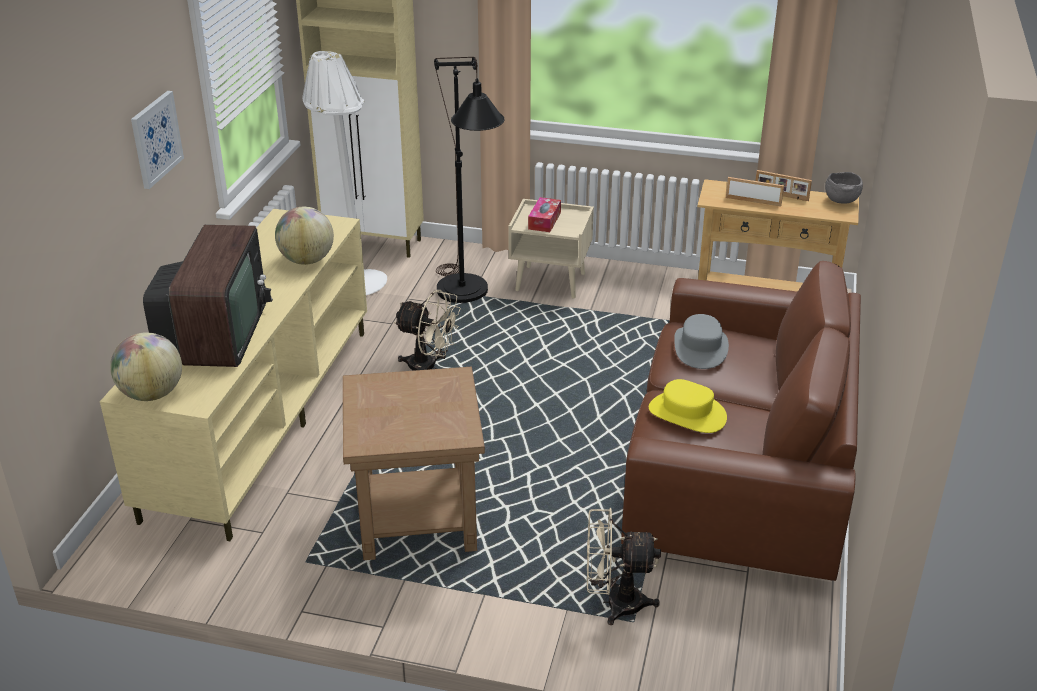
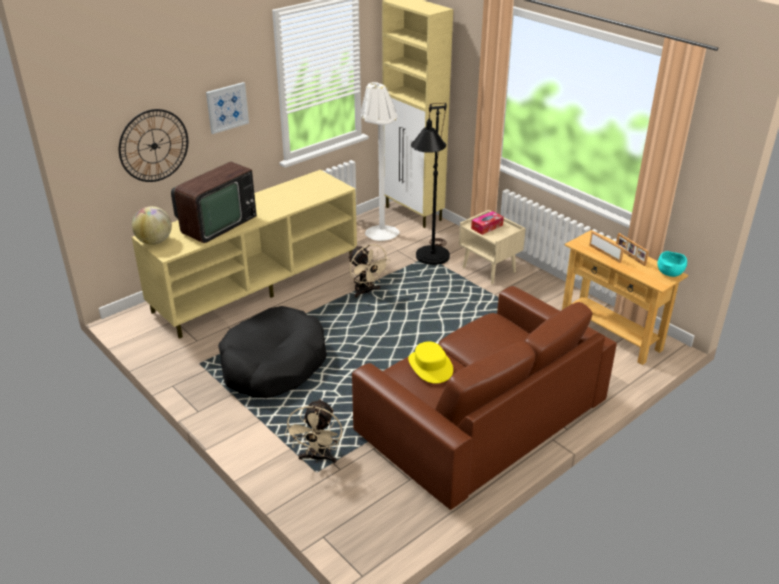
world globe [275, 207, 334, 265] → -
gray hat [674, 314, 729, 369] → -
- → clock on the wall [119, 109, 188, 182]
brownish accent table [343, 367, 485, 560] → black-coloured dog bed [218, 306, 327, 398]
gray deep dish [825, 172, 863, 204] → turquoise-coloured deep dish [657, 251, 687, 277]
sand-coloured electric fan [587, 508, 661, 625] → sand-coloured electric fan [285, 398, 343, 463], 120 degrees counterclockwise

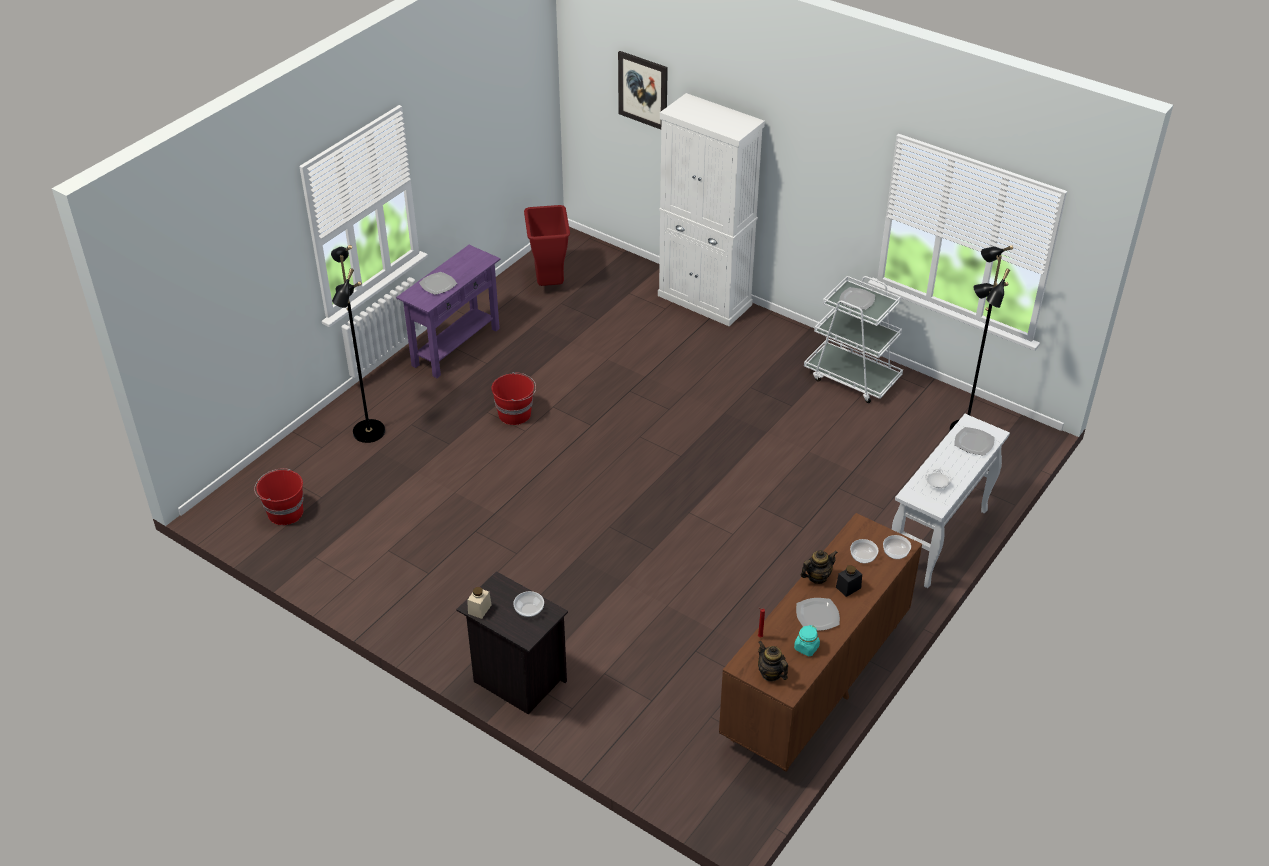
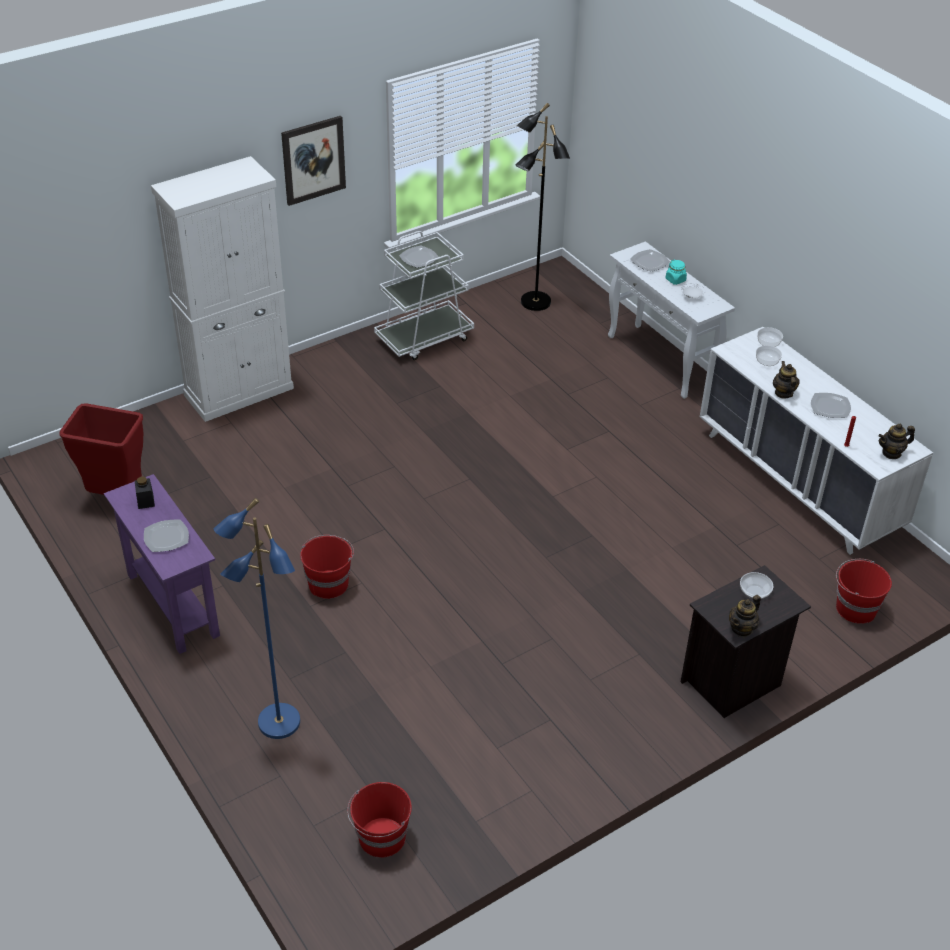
- → red-coloured bucket [836, 559, 892, 624]
wall picture [618, 51, 668, 130] → wall picture [281, 116, 346, 206], relocated
turquoise-coloured preserve jar [794, 625, 820, 656] → turquoise-coloured preserve jar [666, 260, 687, 285], relocated
black-coloured preserve jar [836, 565, 862, 597] → black-coloured preserve jar [135, 476, 155, 509], relocated
sand-coloured preserve jar [467, 587, 491, 619] → teapot [729, 595, 761, 637]
black-coloured standing lamp [331, 245, 385, 443] → bluish standing lamp [214, 498, 300, 739]
brownish dresser [719, 513, 922, 772] → whitish dresser [700, 327, 933, 555]

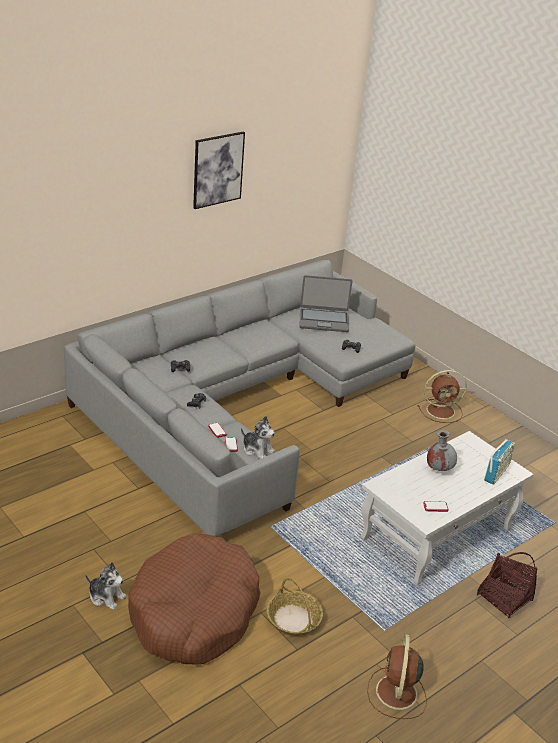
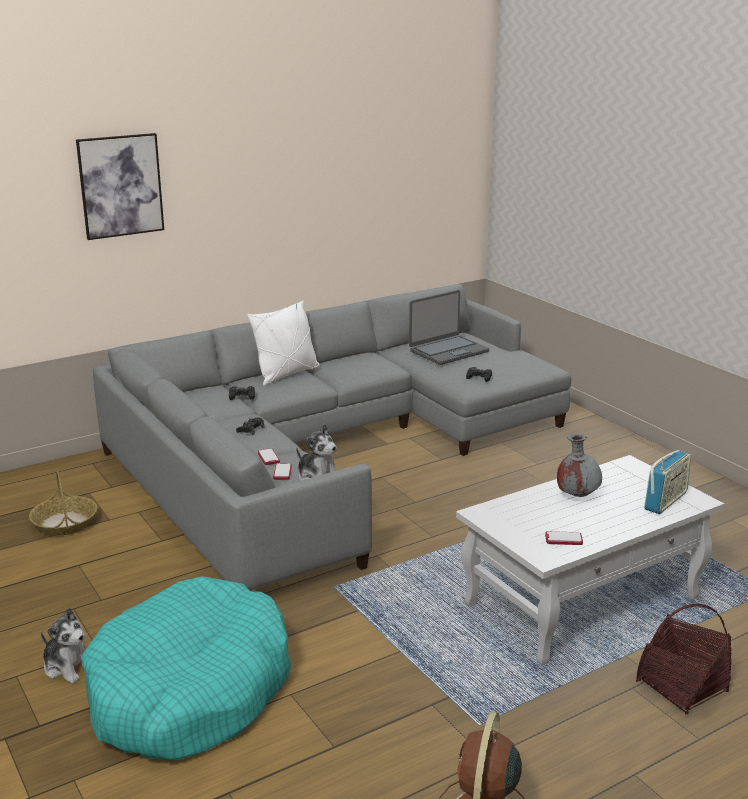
brownish electric fan [418, 370, 467, 423] → -
- → whitish throw pillow [247, 301, 319, 386]
wall picture [193, 132, 245, 209] → wall picture [76, 133, 164, 240], relocated
basket [267, 578, 323, 636] → basket [29, 470, 97, 536], relocated
brownish dog bed [128, 533, 261, 665] → turquoise-coloured dog bed [82, 576, 291, 760]
laptop [299, 275, 353, 332] → laptop [409, 290, 489, 365], 45 degrees counterclockwise

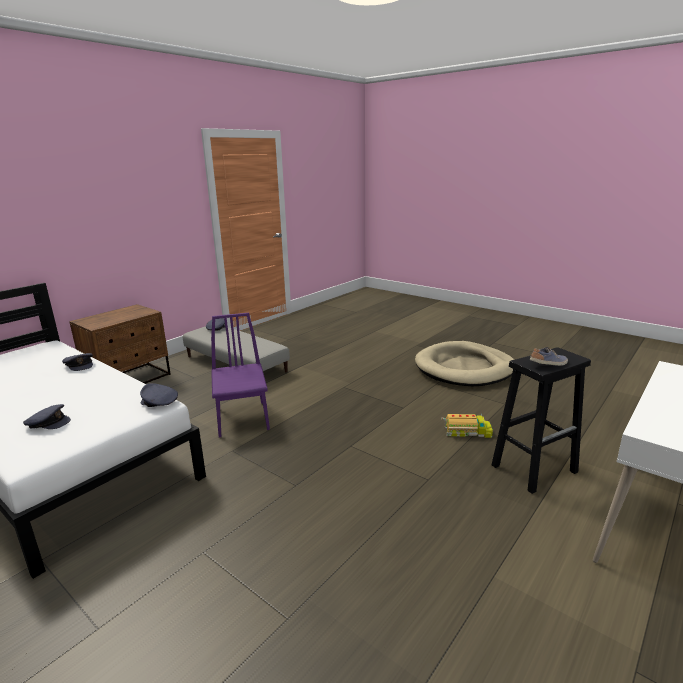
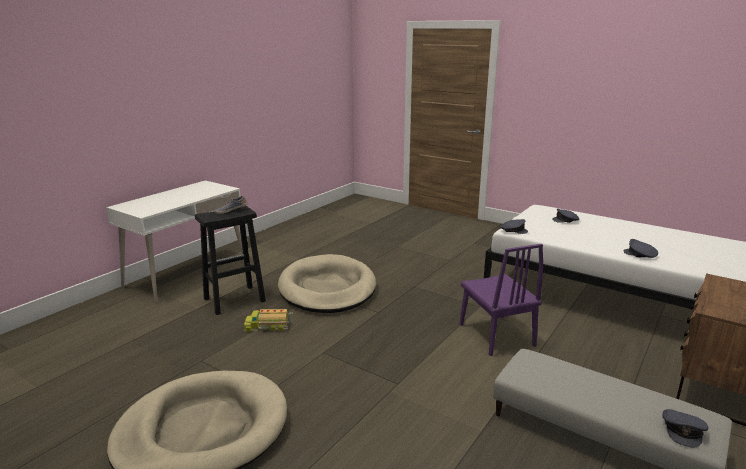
- → sand-coloured dog bed [278, 254, 376, 313]

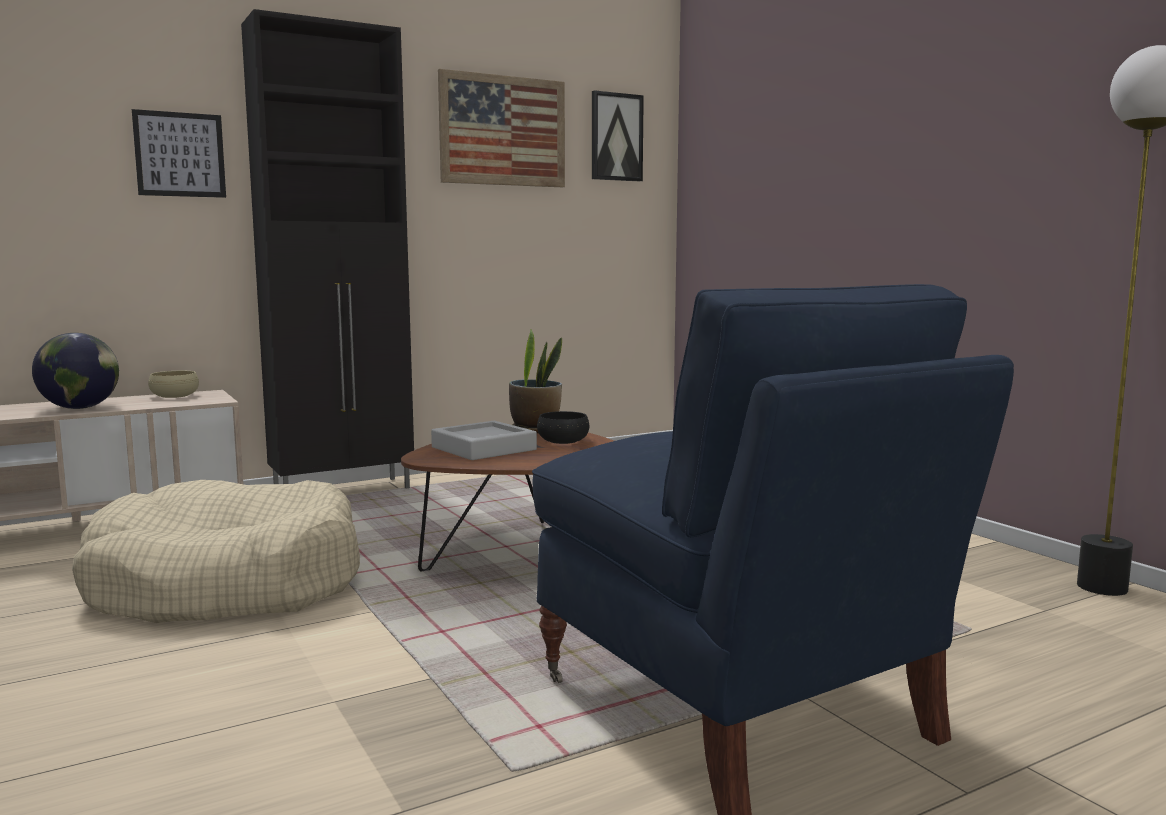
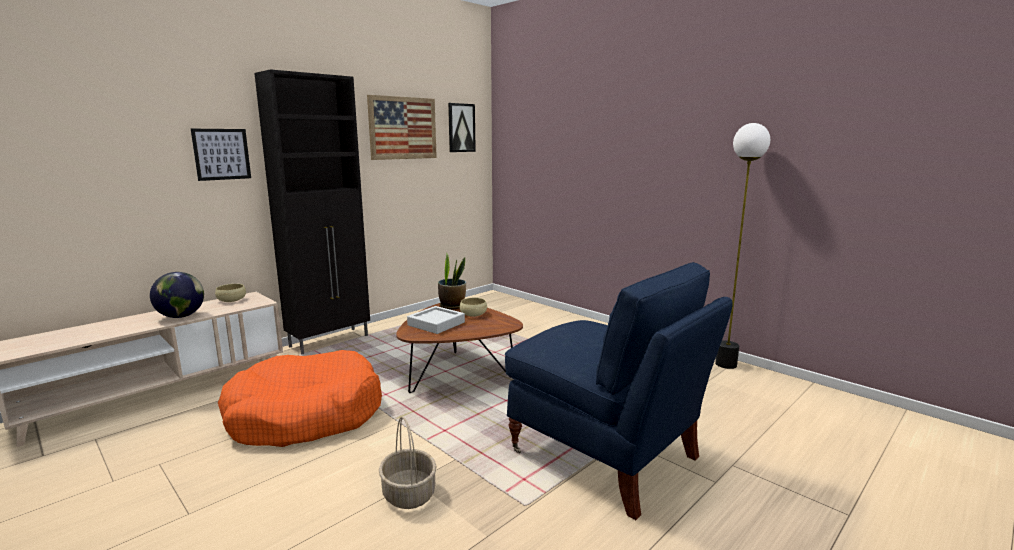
- → basket [379, 417, 437, 509]
sand-coloured dog bed [72, 480, 360, 623] → orange dog bed [218, 350, 382, 447]
black-coloured deep dish [537, 411, 589, 444] → sand-coloured deep dish [460, 298, 487, 317]

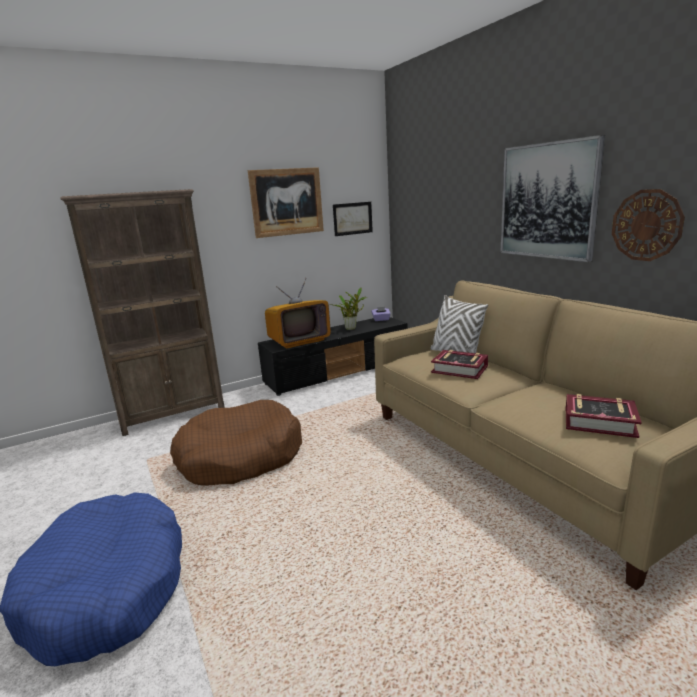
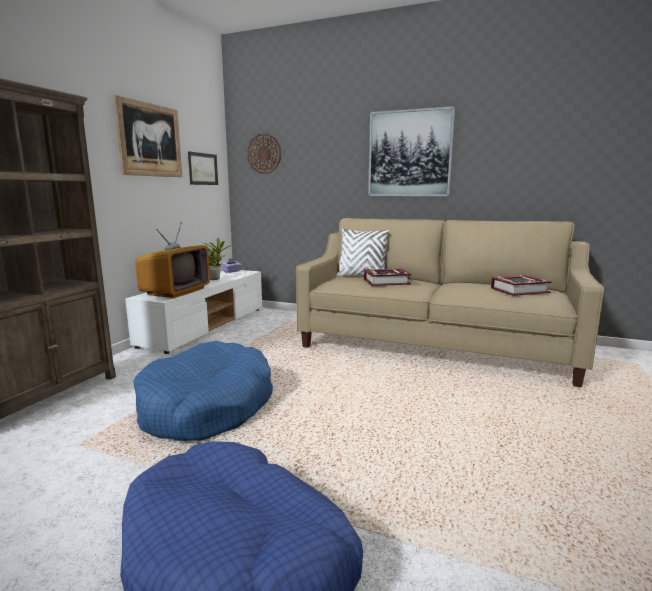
clock on the wall [612, 189, 685, 261] → clock on the wall [247, 134, 281, 174], relocated
brownish dog bed [170, 400, 302, 485] → bluish dog bed [133, 341, 273, 441]
black-coloured tv stand [258, 317, 408, 396] → whitish tv stand [125, 270, 262, 354]

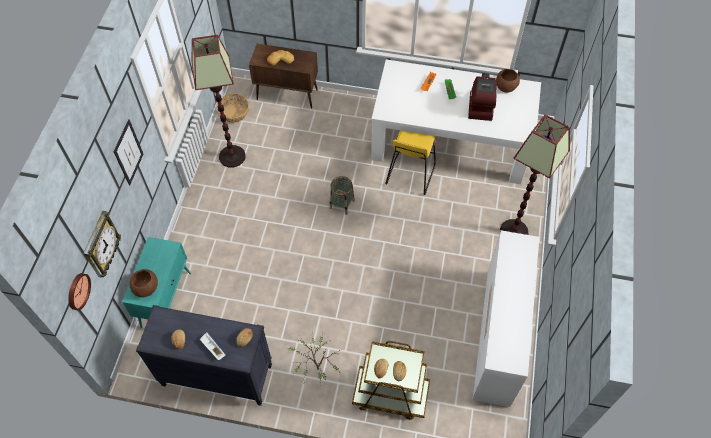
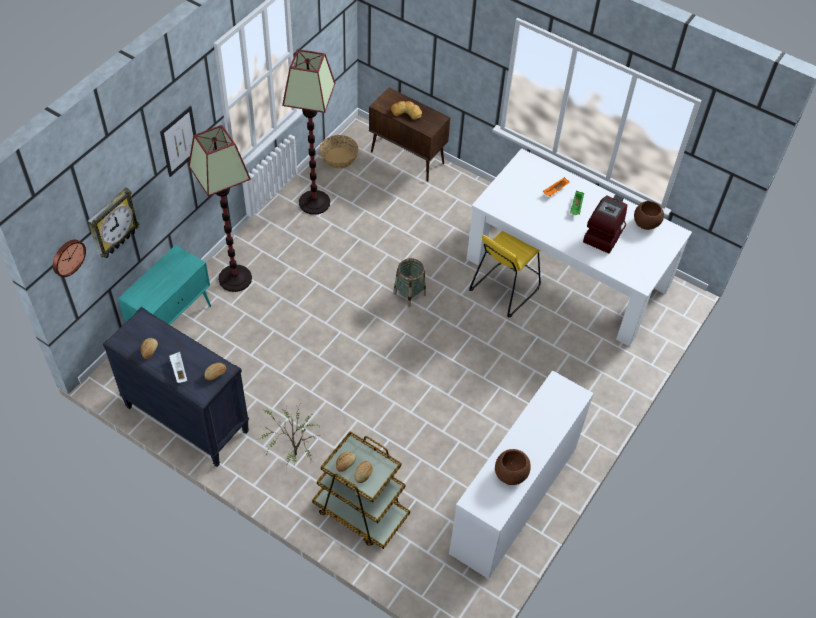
brownish deep dish [130, 269, 158, 297] → brownish deep dish [495, 449, 531, 485], relocated
standing lamp [500, 114, 570, 235] → standing lamp [188, 125, 252, 292], relocated

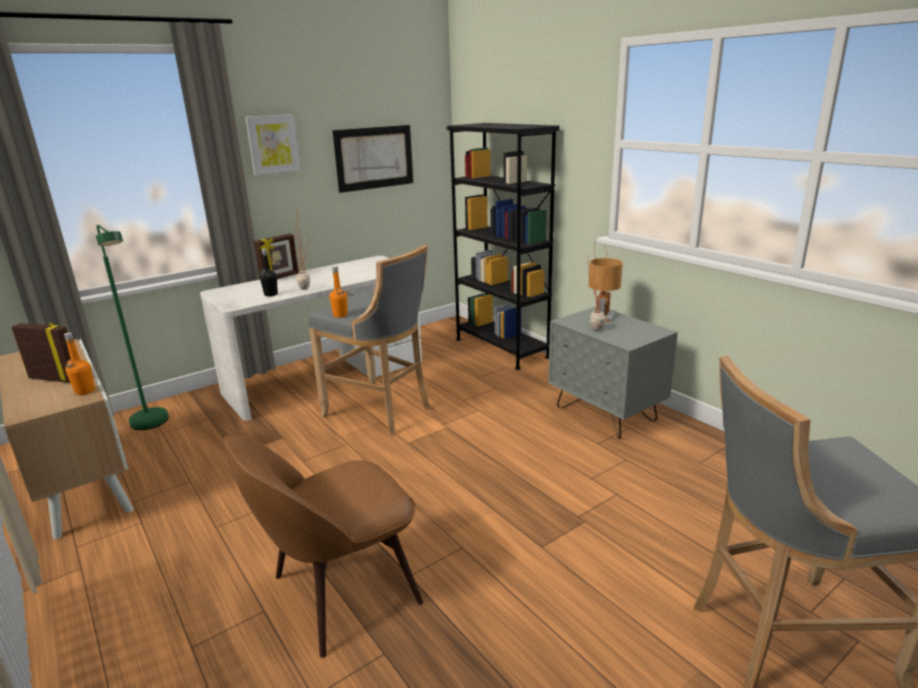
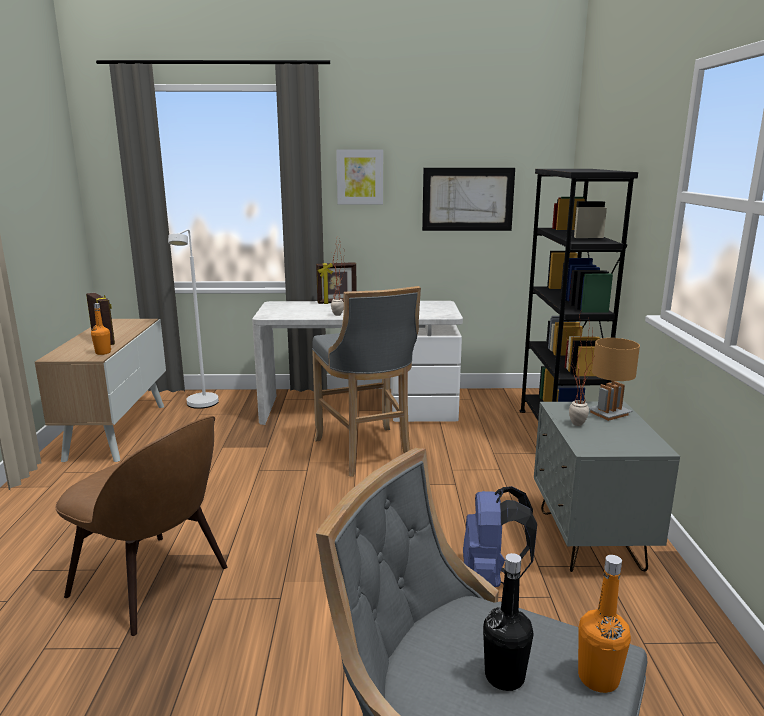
- → bluish rucksack [463, 486, 537, 587]
black-coloured drink bottle [260, 249, 278, 297] → black-coloured drink bottle [483, 553, 533, 691], relocated
orange drink bottle [329, 266, 348, 318] → orange drink bottle [578, 555, 631, 693], relocated
greenish standing lamp [96, 225, 169, 430] → whitish standing lamp [168, 229, 219, 409]
brownish chair [224, 434, 423, 658] → brownish chair [55, 416, 227, 636], 150 degrees counterclockwise

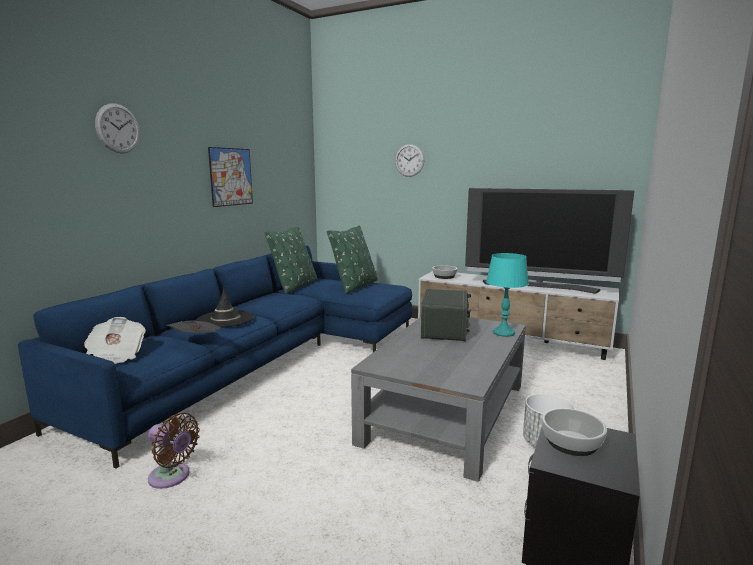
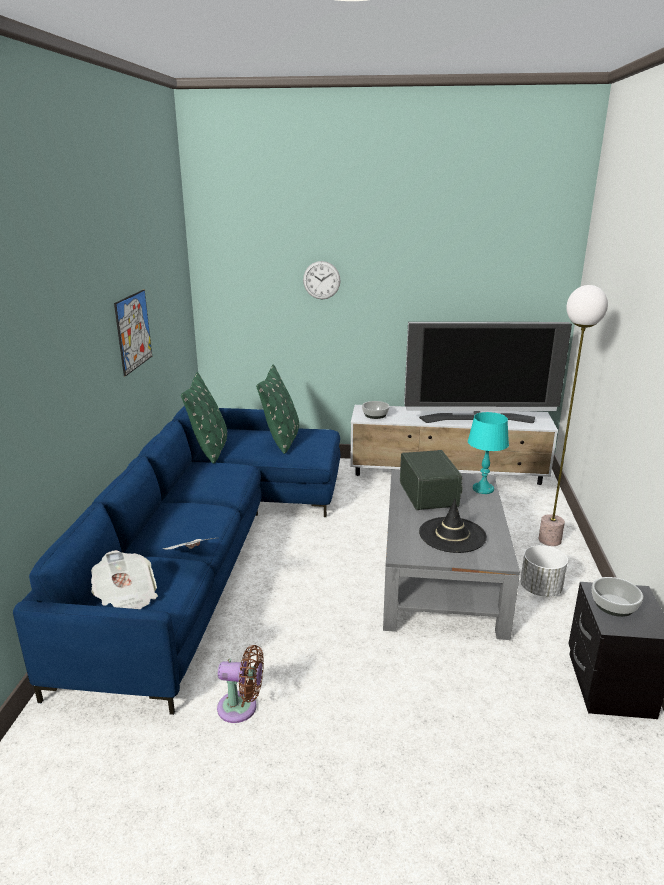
clock on the wall [95, 103, 140, 154] → -
- → standing lamp [539, 285, 608, 546]
black-coloured hat [196, 287, 254, 328] → black-coloured hat [419, 499, 487, 553], relocated

